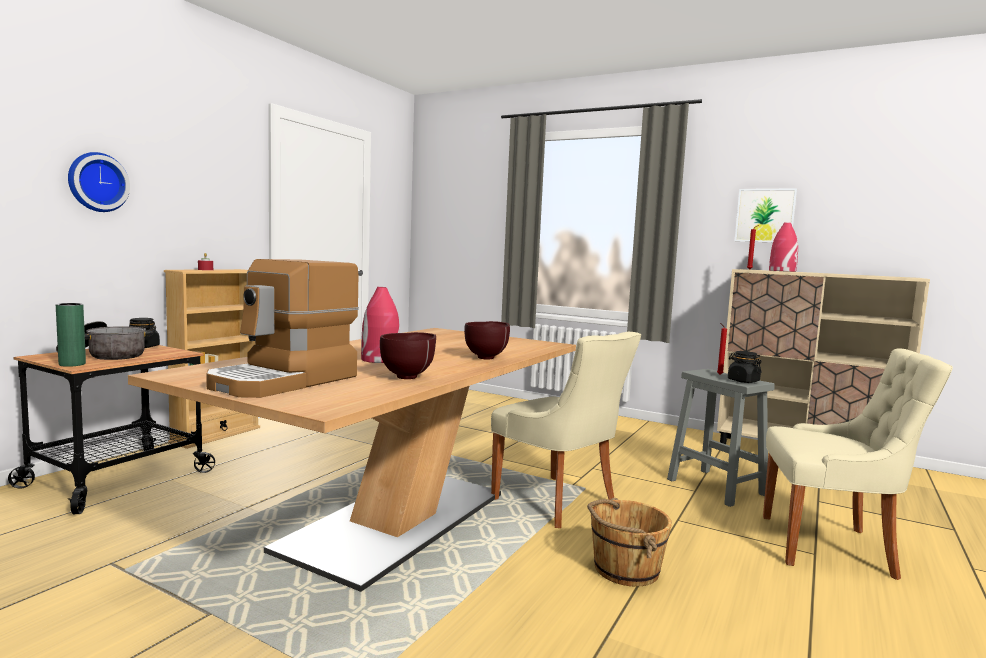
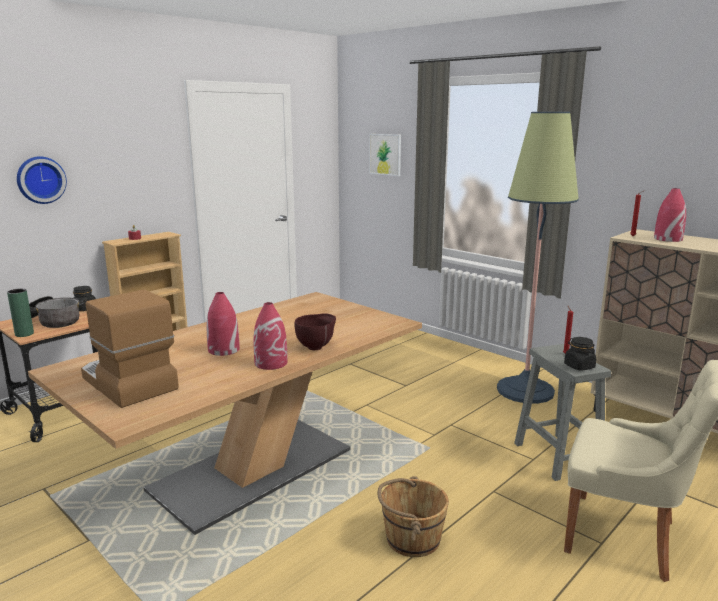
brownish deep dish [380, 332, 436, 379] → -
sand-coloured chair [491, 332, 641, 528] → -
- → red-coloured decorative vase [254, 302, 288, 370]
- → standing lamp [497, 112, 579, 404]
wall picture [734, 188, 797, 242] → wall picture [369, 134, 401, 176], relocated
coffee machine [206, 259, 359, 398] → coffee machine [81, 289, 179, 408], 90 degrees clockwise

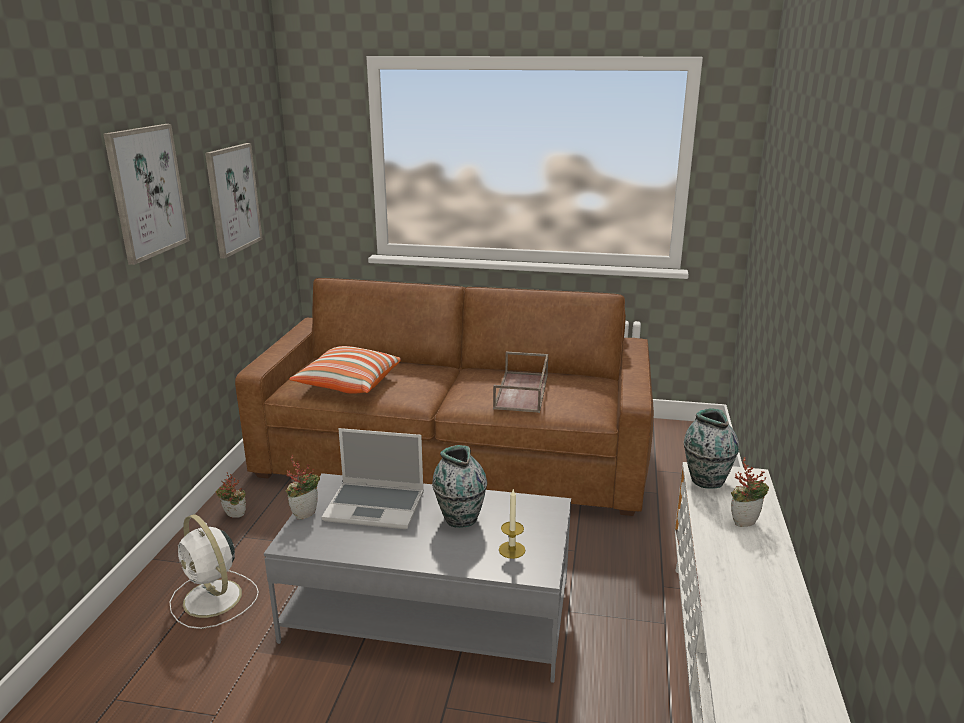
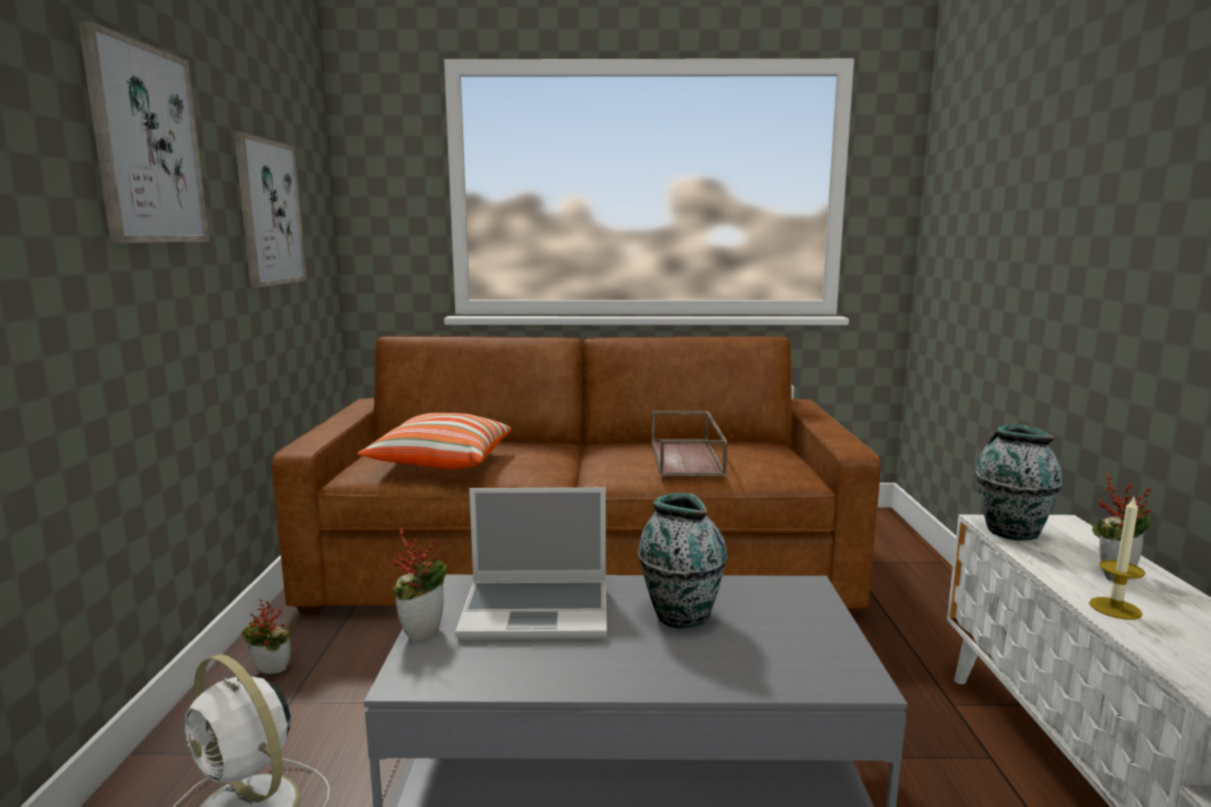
wax light [499, 489, 525, 559] → wax light [1089, 495, 1145, 620], relocated

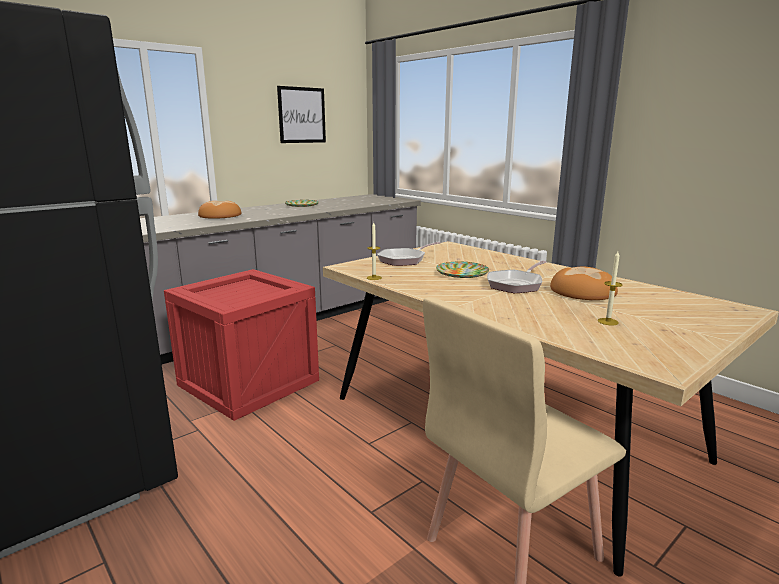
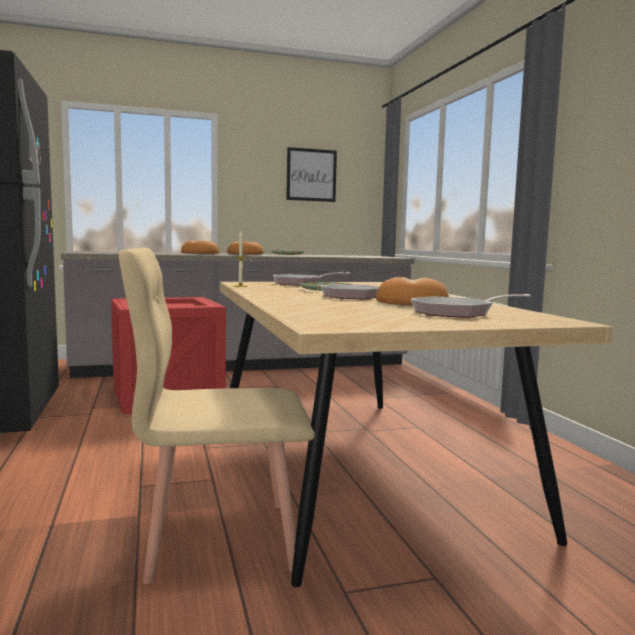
wax light [598, 251, 622, 325] → -
- → baked bread [227, 242, 264, 254]
- → pan [411, 294, 531, 318]

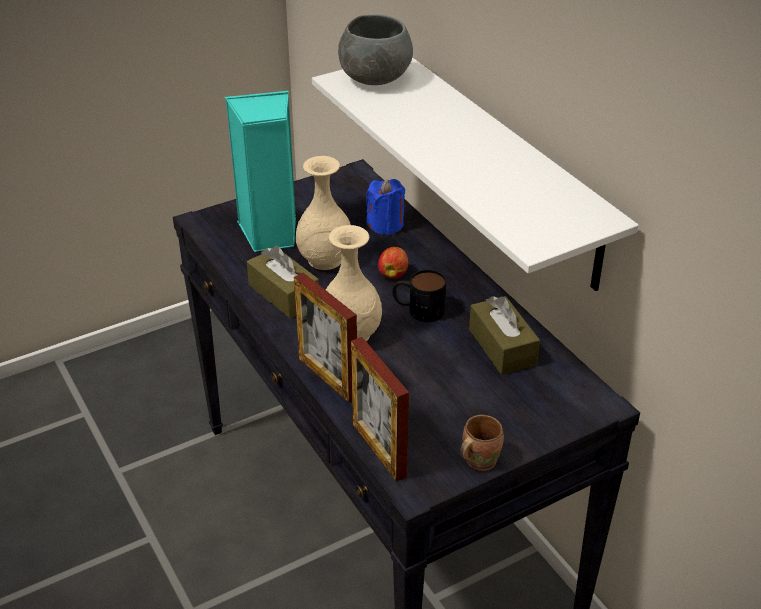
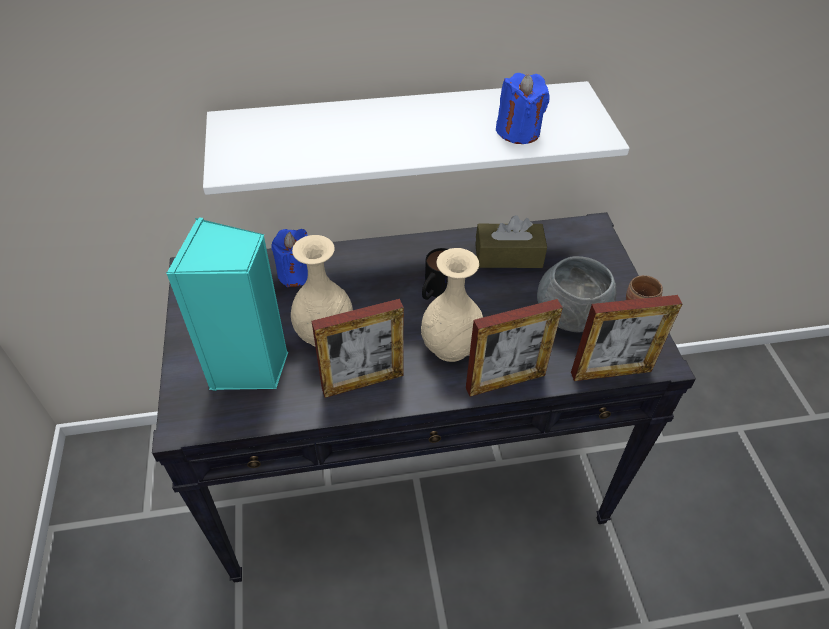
apple fruit [378, 247, 409, 279] → -
- → bluish wax light [496, 73, 550, 144]
gray deep dish [338, 14, 413, 85] → gray deep dish [537, 256, 616, 332], relocated
brownish tissue box [247, 246, 319, 318] → standing frame [312, 299, 404, 398]

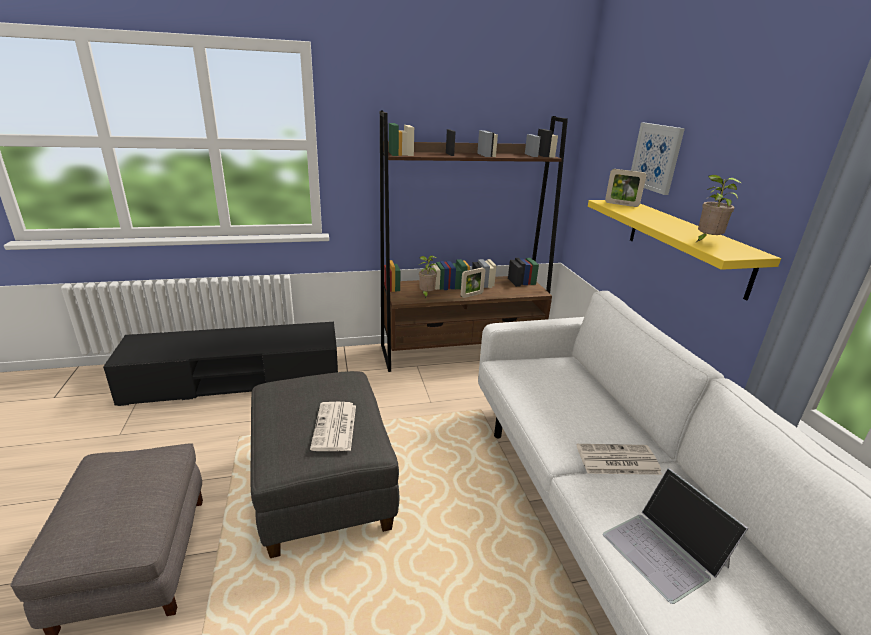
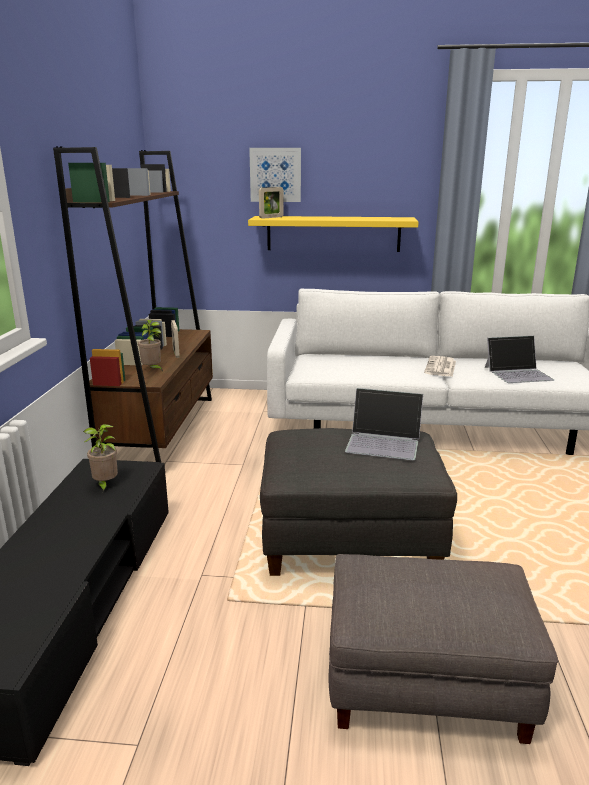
houseplant [695, 175, 741, 243] → houseplant [83, 424, 118, 494], relocated
daily paper [310, 402, 356, 451] → laptop [345, 388, 423, 460]

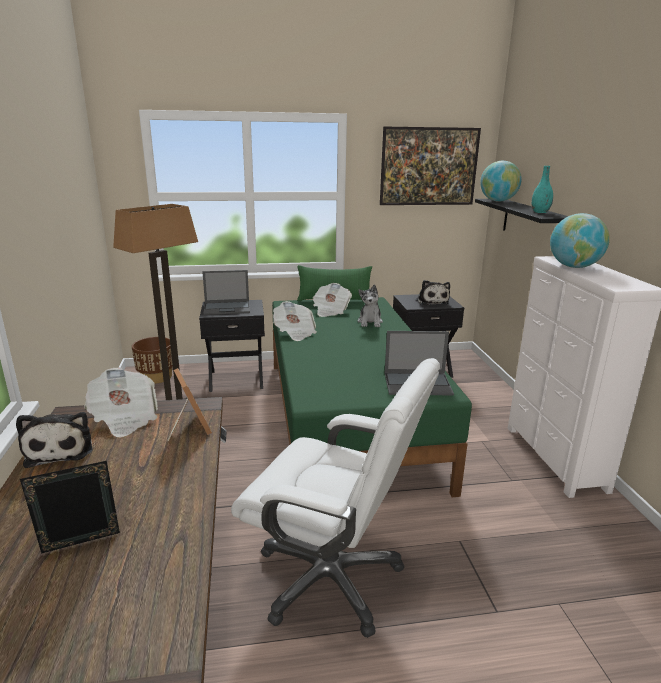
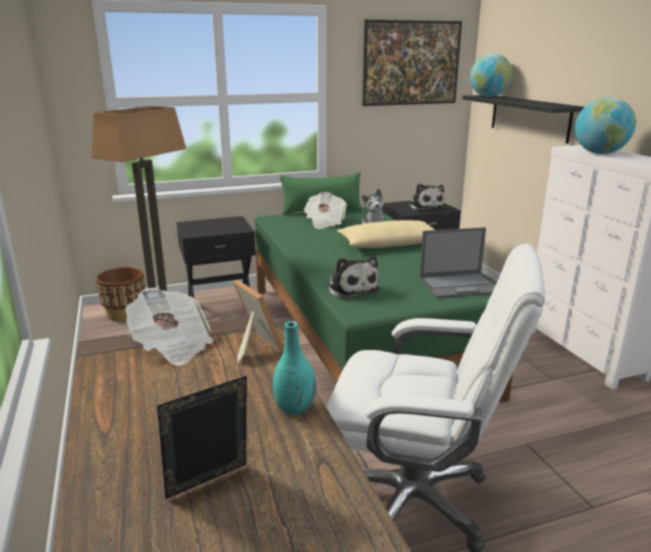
laptop [202, 270, 250, 315] → -
daily paper [273, 301, 317, 341] → -
- → sand-coloured throw pillow [337, 220, 434, 248]
plush toy [16, 412, 93, 468] → plush toy [326, 256, 379, 299], relocated
turquoise-coloured decorative vase [532, 166, 553, 213] → turquoise-coloured decorative vase [273, 321, 316, 415], relocated

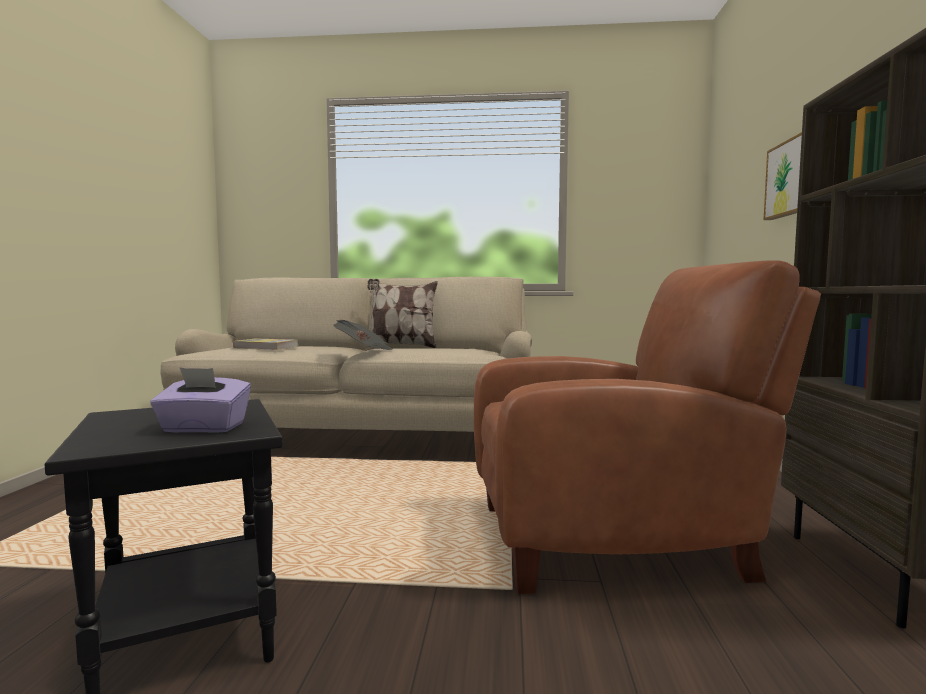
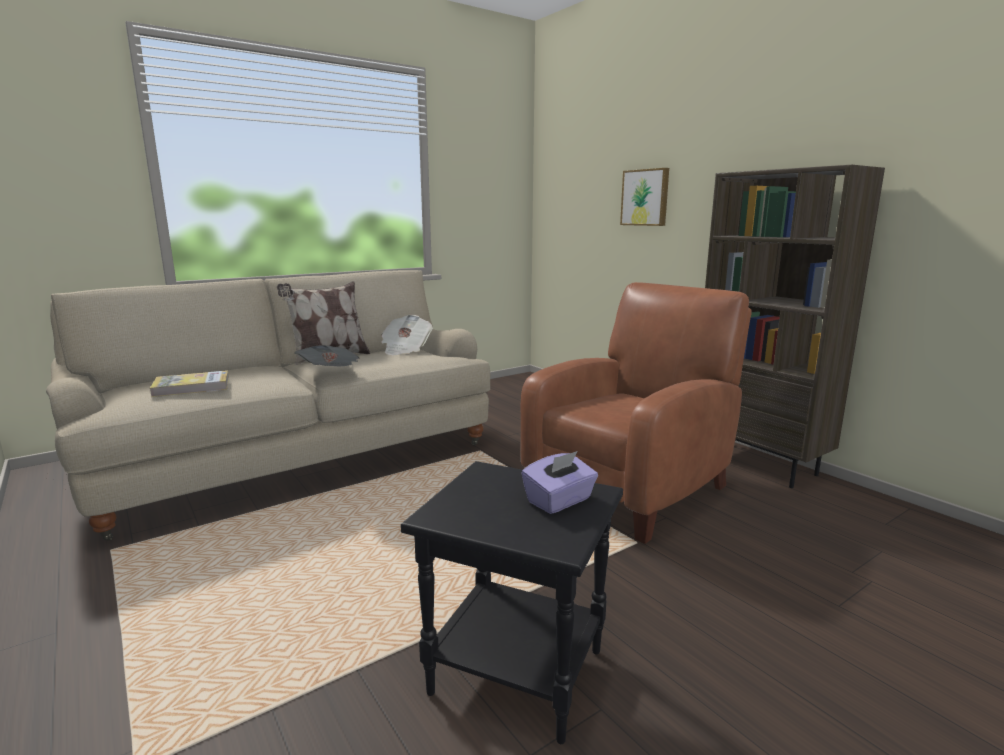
- → daily paper [381, 315, 433, 355]

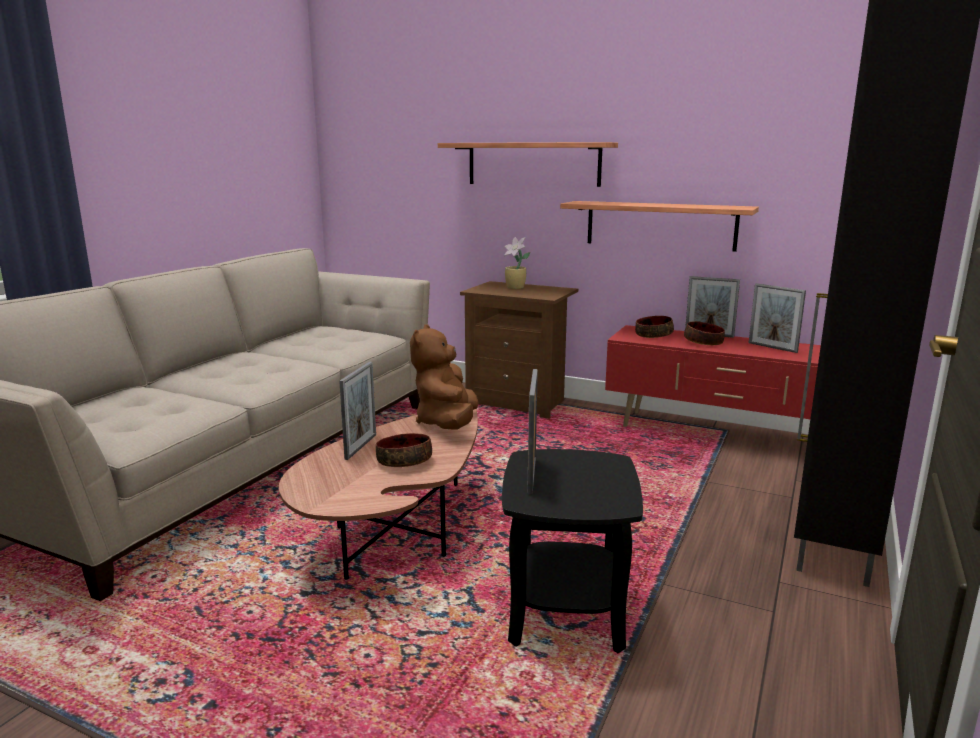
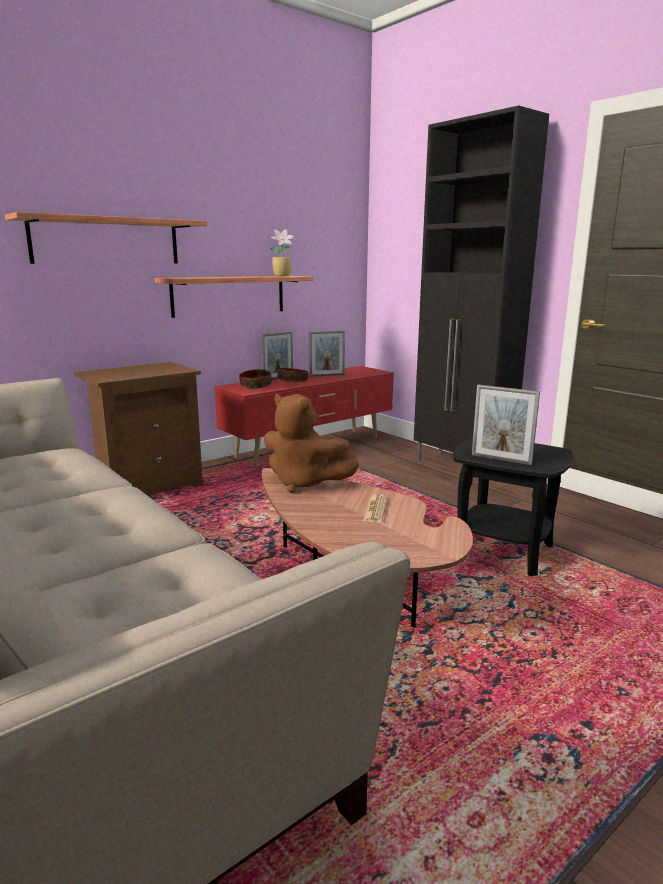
standing frame [339, 362, 376, 460] → -
houseplant [504, 237, 530, 289] → houseplant [270, 229, 294, 276], relocated
deep dish [376, 433, 432, 467] → daily paper [363, 494, 387, 523]

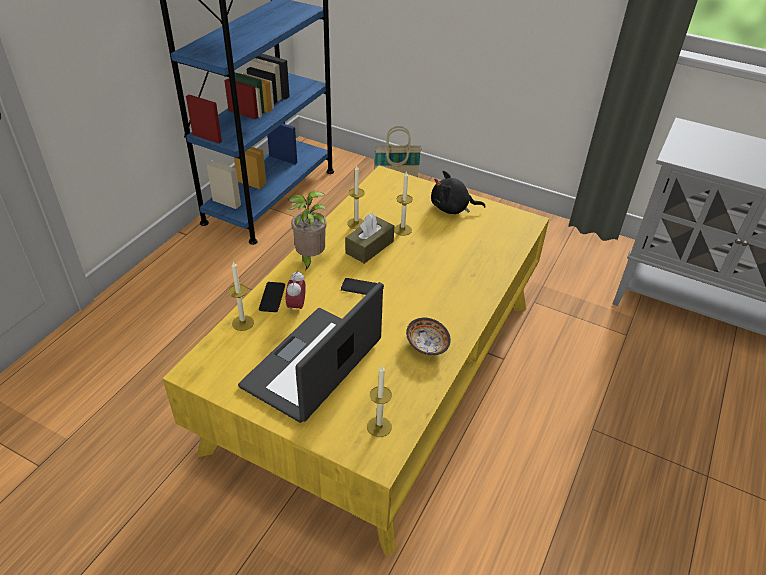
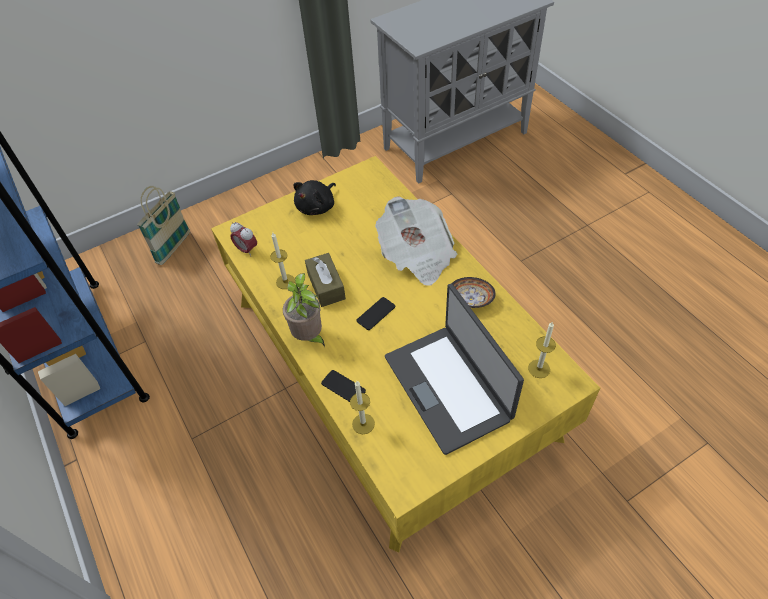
wax light [394, 172, 413, 236] → -
- → daily paper [375, 196, 457, 286]
bedside clock [286, 270, 306, 314] → bedside clock [230, 222, 257, 257], relocated

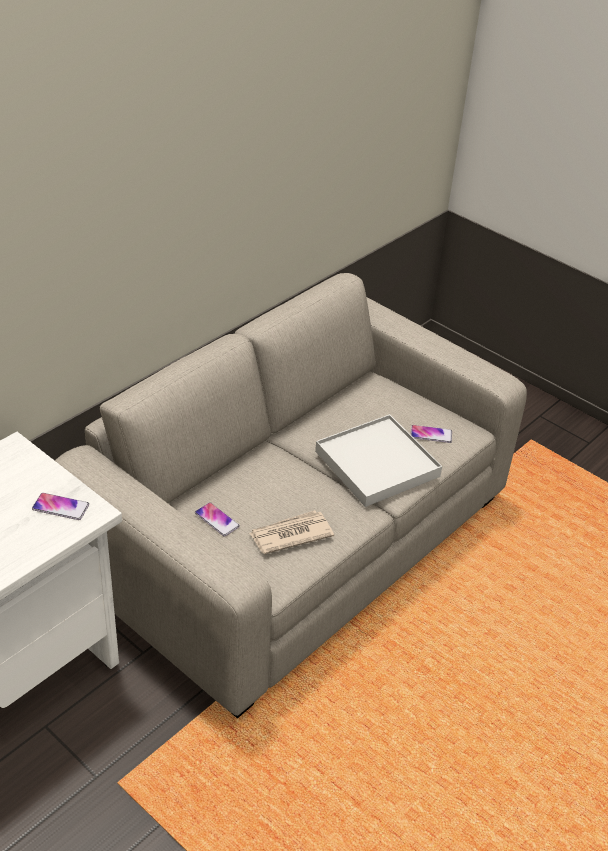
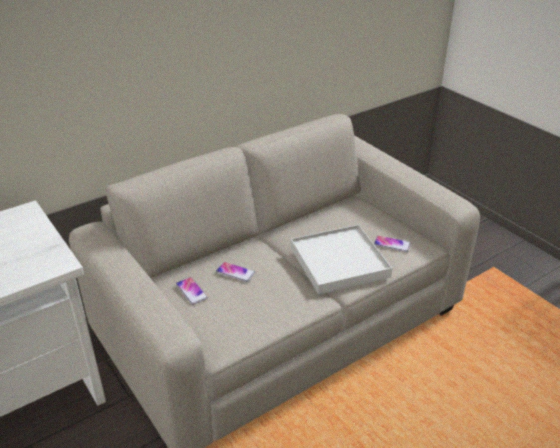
daily paper [249, 510, 334, 554] → -
handset [32, 493, 89, 520] → handset [216, 262, 255, 282], relocated

